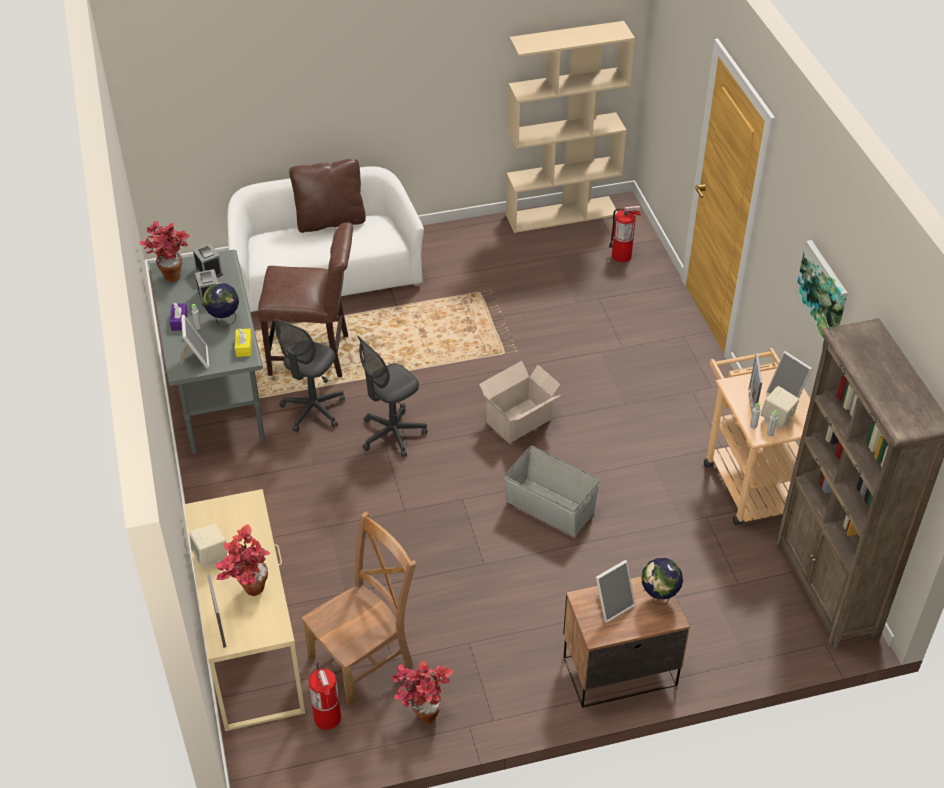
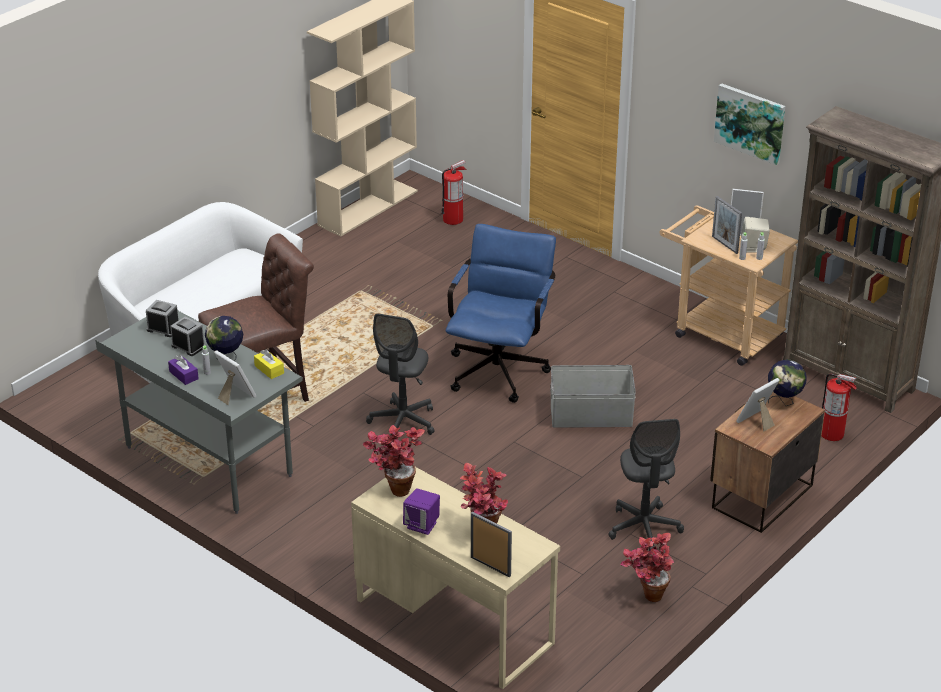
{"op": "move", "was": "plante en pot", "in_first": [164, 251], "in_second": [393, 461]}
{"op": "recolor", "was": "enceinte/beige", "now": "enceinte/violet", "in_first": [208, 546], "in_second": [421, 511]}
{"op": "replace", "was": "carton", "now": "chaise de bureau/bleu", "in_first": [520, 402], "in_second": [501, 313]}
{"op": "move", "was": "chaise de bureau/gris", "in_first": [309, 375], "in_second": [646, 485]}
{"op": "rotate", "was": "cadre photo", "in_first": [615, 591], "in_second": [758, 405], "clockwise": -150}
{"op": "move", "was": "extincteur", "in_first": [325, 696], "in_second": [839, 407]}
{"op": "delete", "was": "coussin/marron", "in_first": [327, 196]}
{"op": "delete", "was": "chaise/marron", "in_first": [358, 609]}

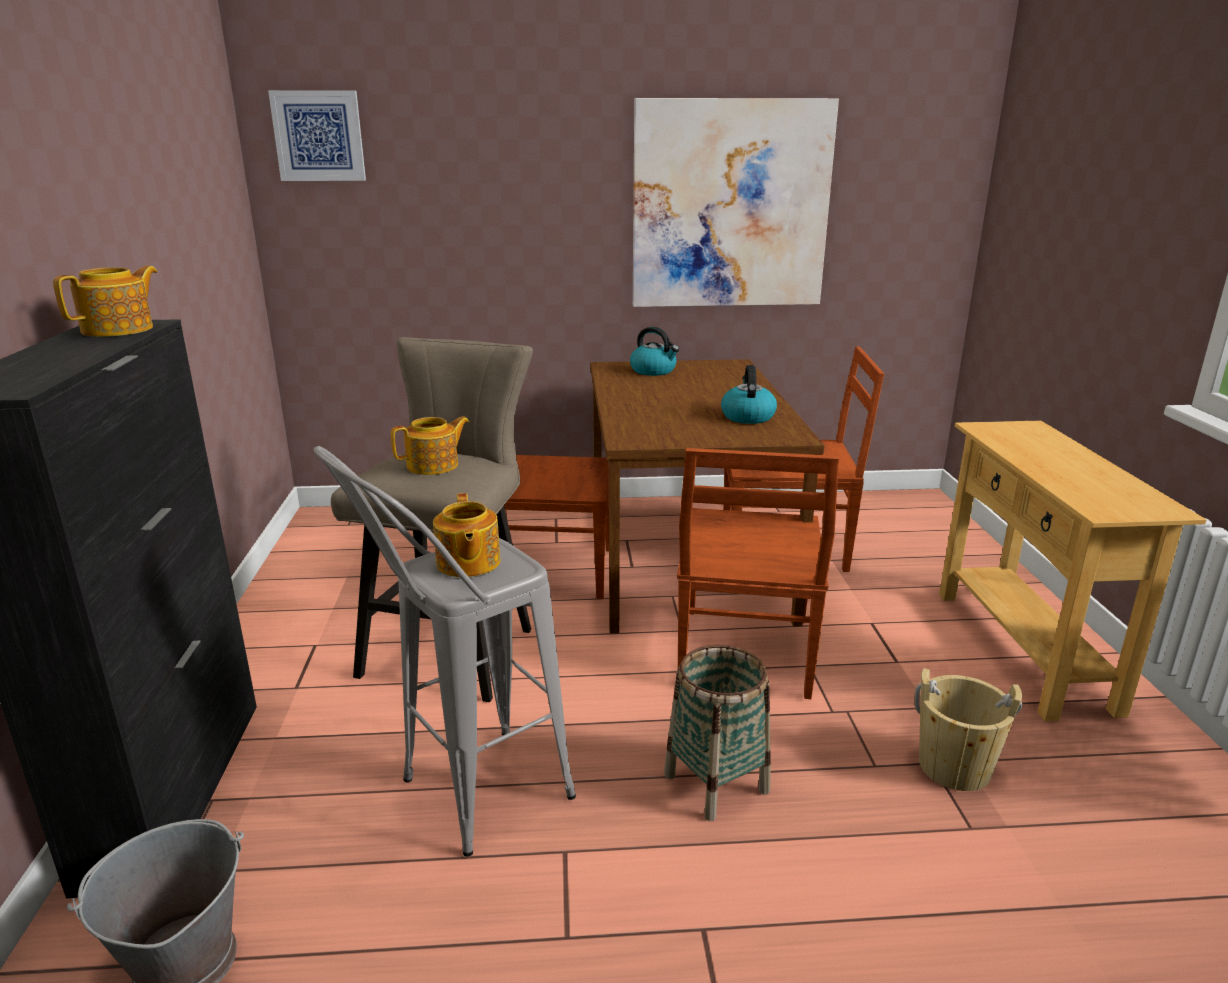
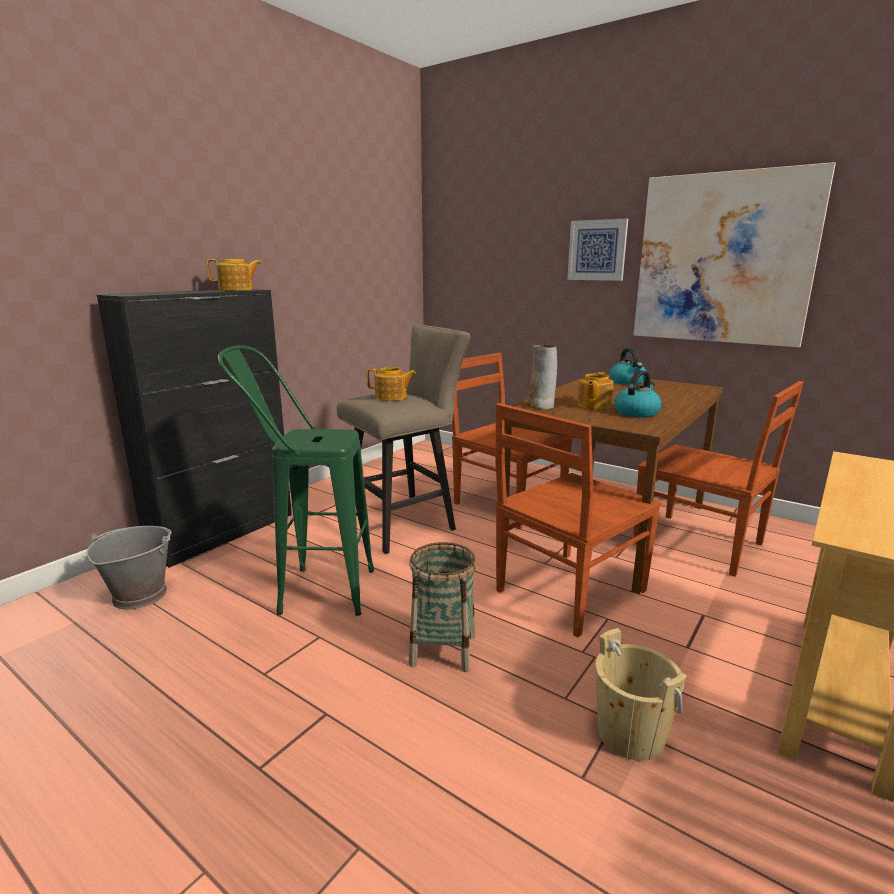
{"op": "recolor", "was": "tabouret/gris", "now": "tabouret/vert", "in_first": [445, 651], "in_second": [296, 481]}
{"op": "insert", "now": "vase", "in_second": [542, 377]}
{"op": "move", "was": "tableau", "in_first": [317, 135], "in_second": [597, 249]}
{"op": "move", "was": "théière", "in_first": [466, 535], "in_second": [595, 390]}

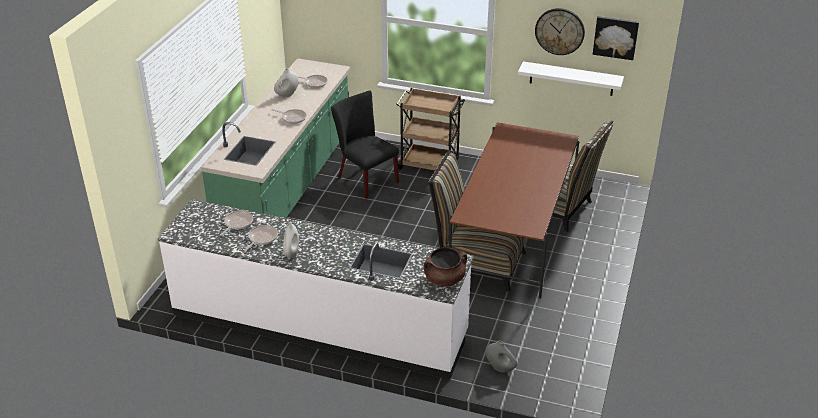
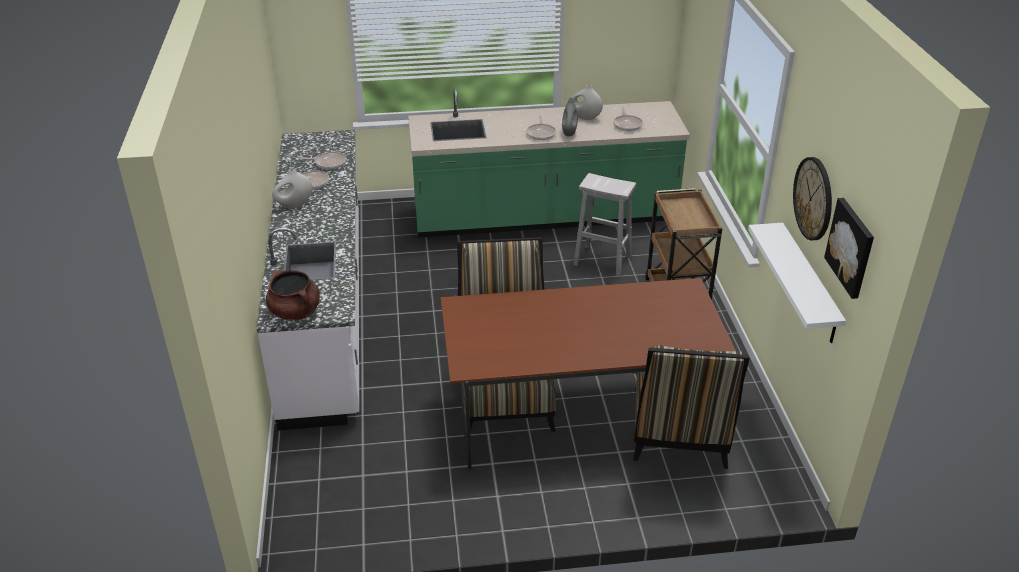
{"op": "move", "was": "vase/gris", "in_first": [501, 357], "in_second": [570, 117]}
{"op": "replace", "was": "chaise/noir", "now": "tabouret/blanc", "in_first": [365, 145], "in_second": [604, 224]}

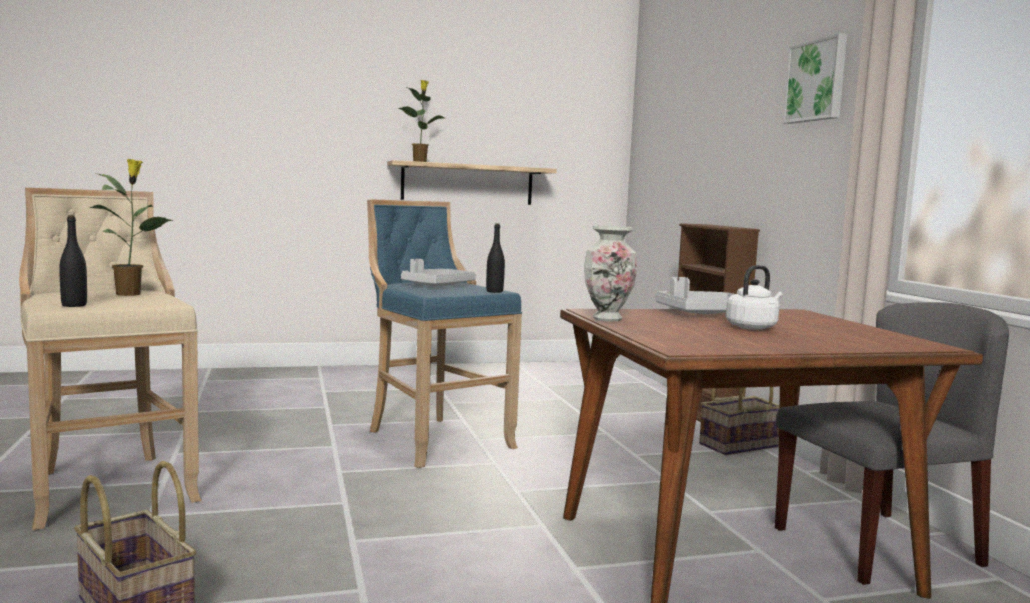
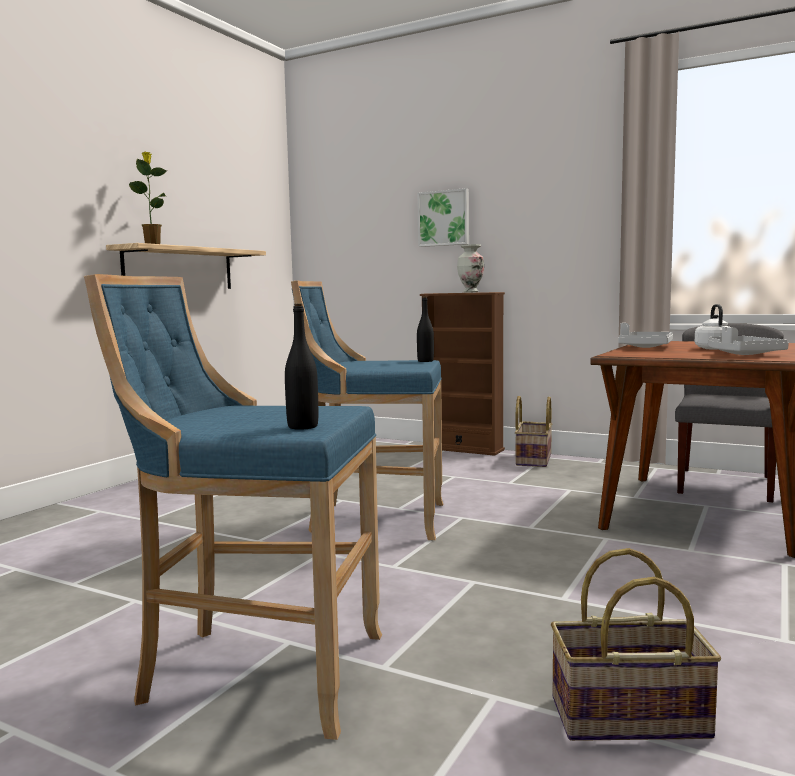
{"op": "recolor", "was": "tabouret/beige", "now": "tabouret/bleu", "in_first": [110, 359], "in_second": [233, 507]}
{"op": "move", "was": "tableau", "in_first": [814, 78], "in_second": [443, 217]}
{"op": "move", "was": "vase", "in_first": [610, 273], "in_second": [470, 268]}
{"op": "move", "was": "plateau/gris", "in_first": [438, 272], "in_second": [748, 341]}
{"op": "delete", "was": "plante en pot", "in_first": [131, 227]}

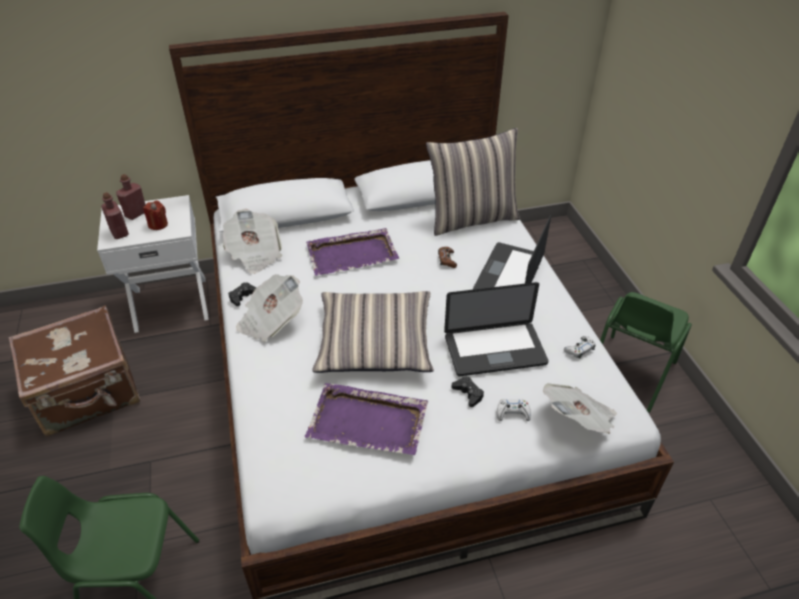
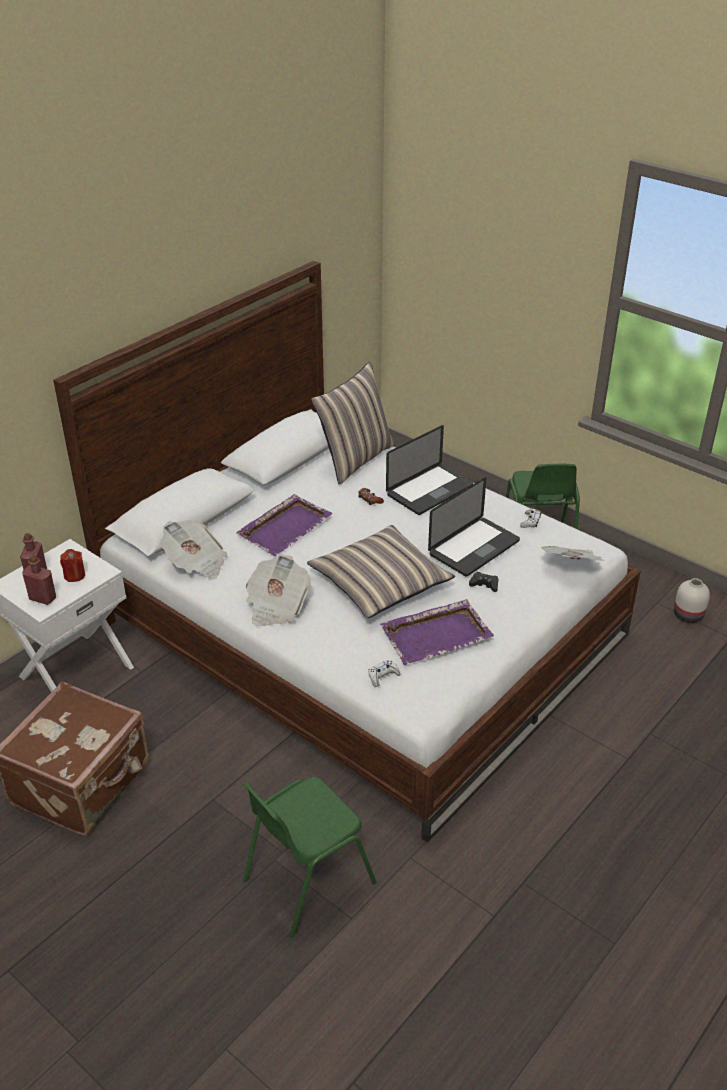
{"op": "move", "was": "manette/blanc", "in_first": [514, 410], "in_second": [384, 673]}
{"op": "rotate", "was": "ordinateur portable", "in_first": [512, 252], "in_second": [429, 470], "clockwise": -120}
{"op": "insert", "now": "vase/blanc", "in_second": [692, 600]}
{"op": "delete", "was": "manette/noir", "in_first": [242, 294]}

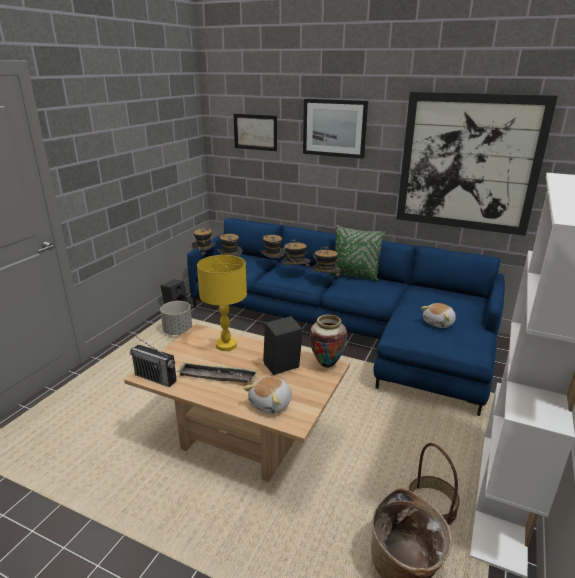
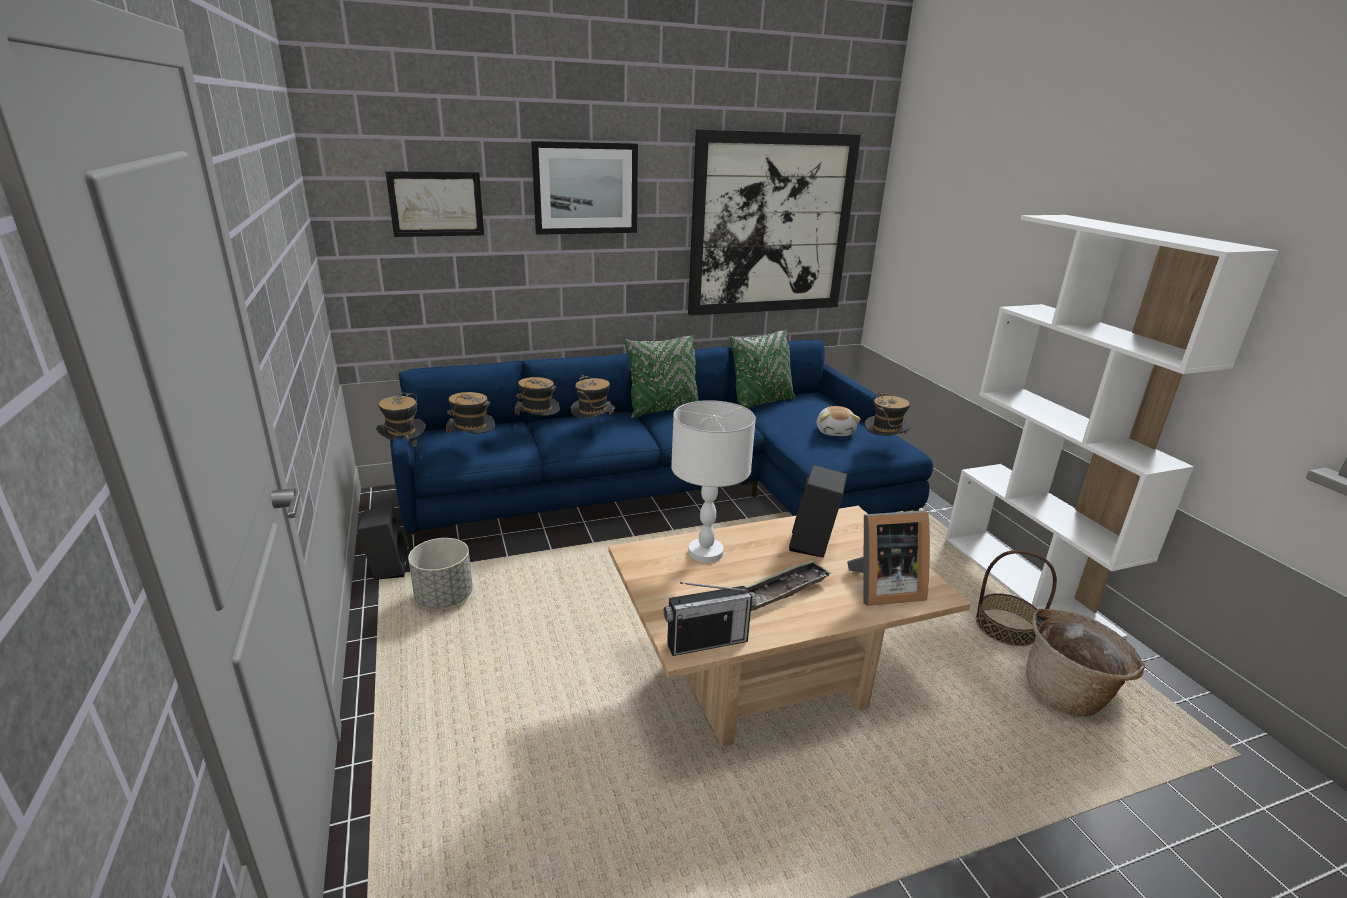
{"op": "recolor", "was": "lampe de table/jaune", "now": "lampe de table/blanc", "in_first": [222, 303], "in_second": [713, 481]}
{"op": "insert", "now": "coussin/vert", "in_second": [762, 369]}
{"op": "replace", "was": "peluche", "now": "cadre photo", "in_first": [267, 395], "in_second": [888, 558]}
{"op": "move", "was": "chapeau", "in_first": [326, 263], "in_second": [887, 416]}
{"op": "delete", "was": "vase", "in_first": [329, 341]}

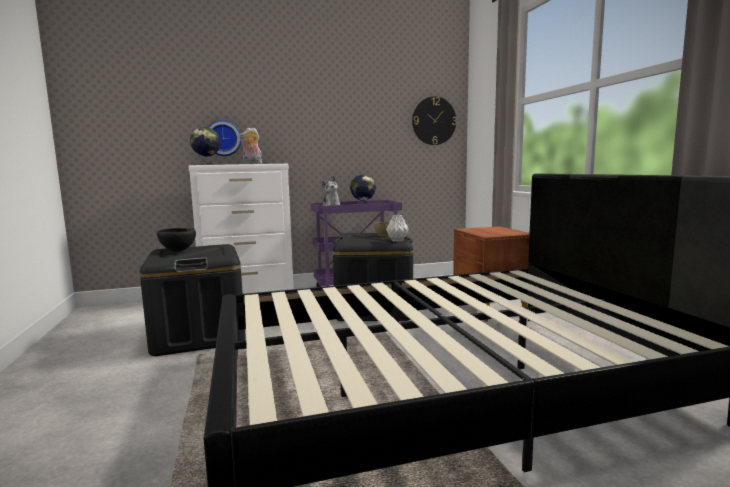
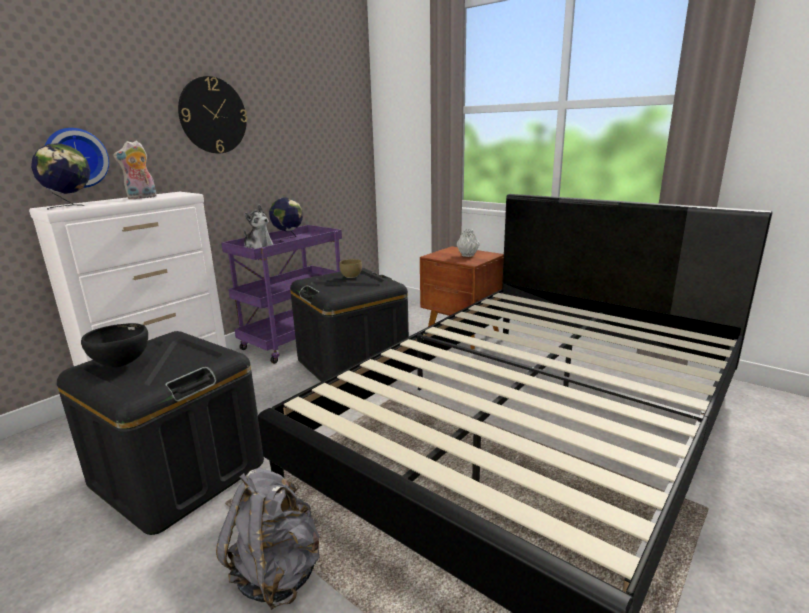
{"op": "move", "was": "horloge murale", "in_first": [434, 120], "in_second": [212, 114]}
{"op": "insert", "now": "sac à dos/gris", "in_second": [268, 539]}
{"op": "move", "was": "vase/gris", "in_first": [397, 228], "in_second": [468, 243]}

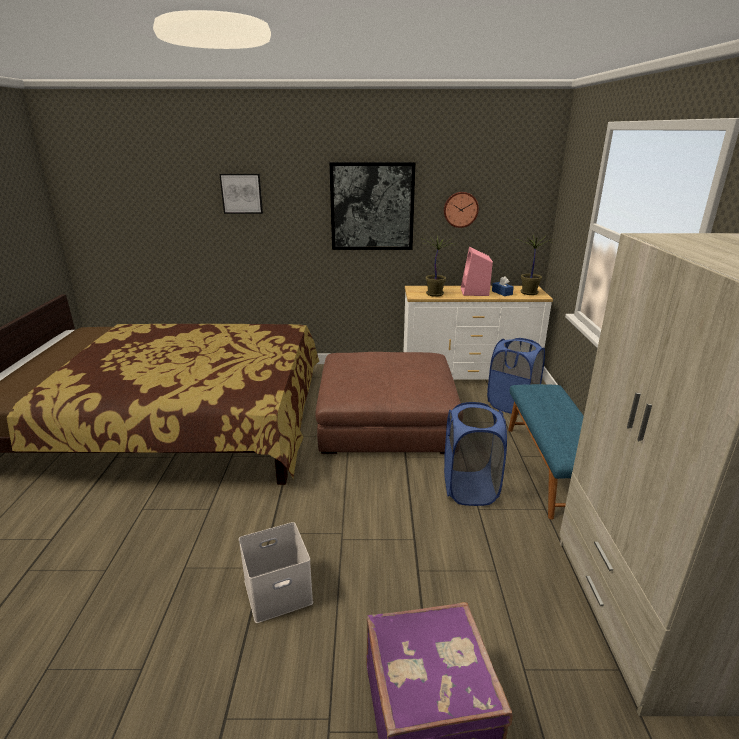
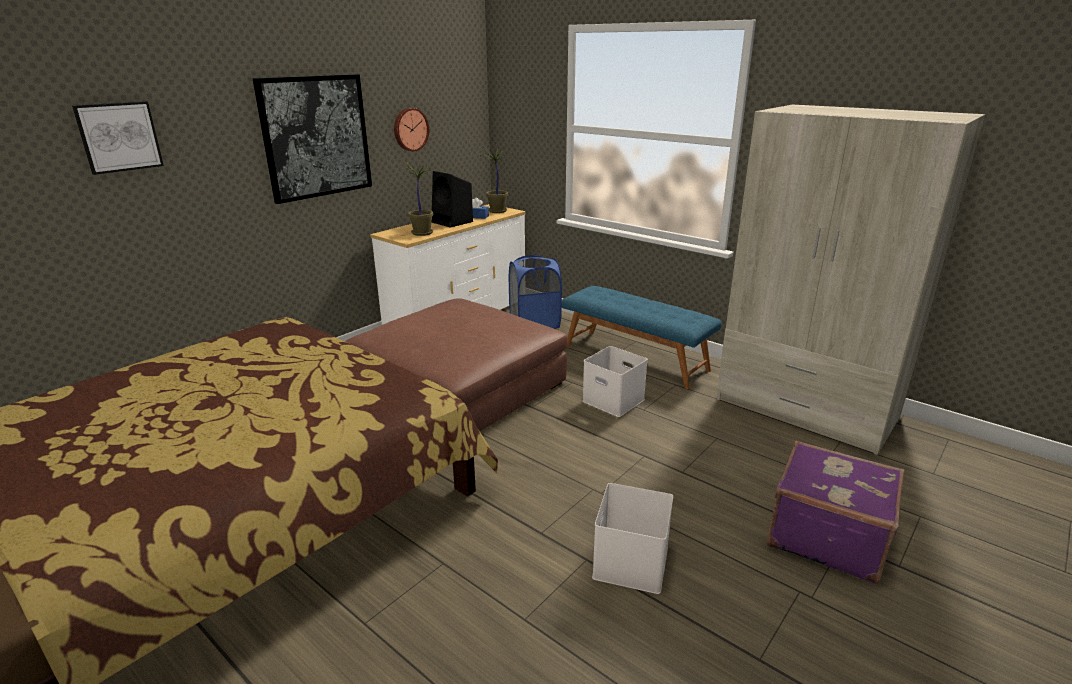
{"op": "recolor", "was": "enceinte/rose", "now": "enceinte/noir", "in_first": [477, 271], "in_second": [452, 199]}
{"op": "replace", "was": "panier à linge/bleu", "now": "boîte de rangement/blanc", "in_first": [475, 454], "in_second": [615, 381]}

